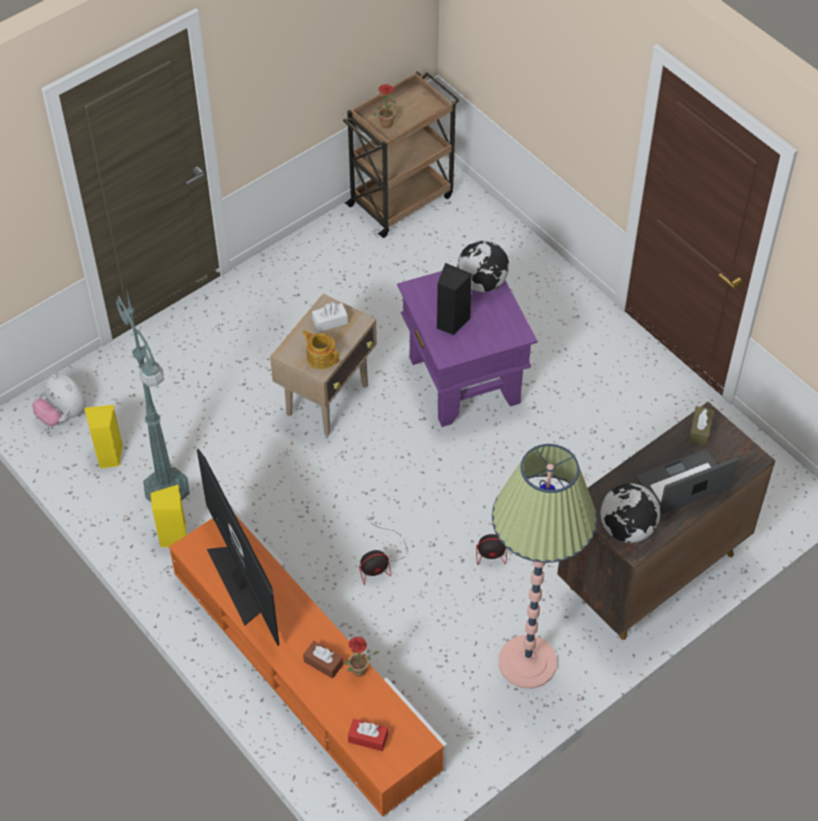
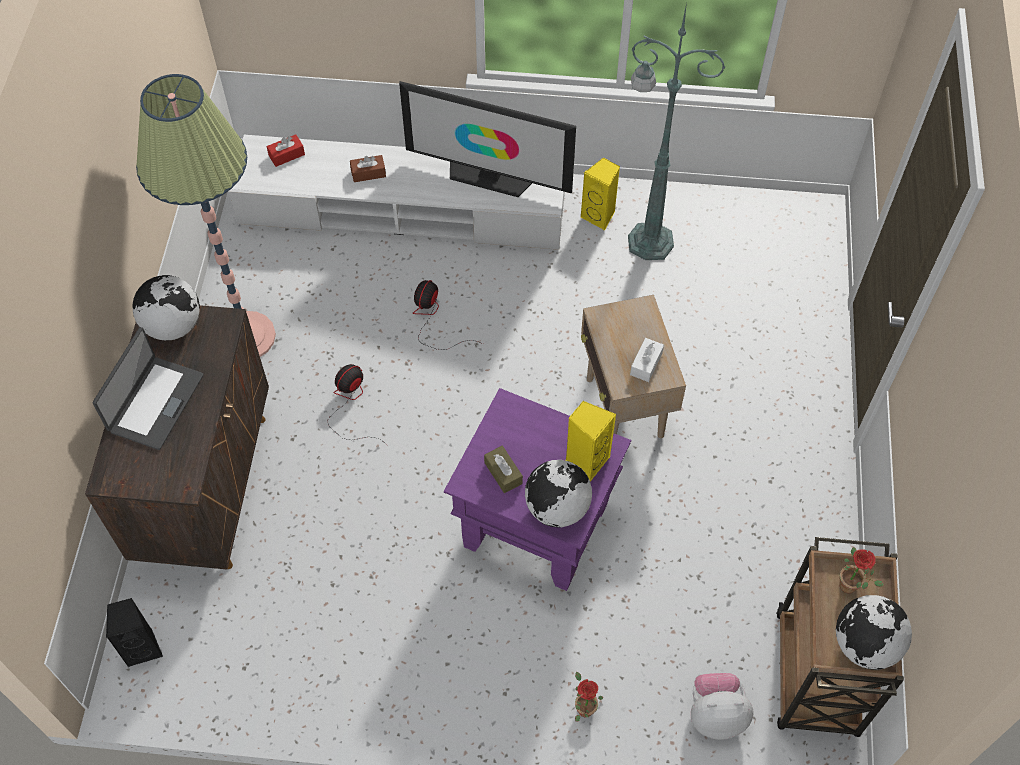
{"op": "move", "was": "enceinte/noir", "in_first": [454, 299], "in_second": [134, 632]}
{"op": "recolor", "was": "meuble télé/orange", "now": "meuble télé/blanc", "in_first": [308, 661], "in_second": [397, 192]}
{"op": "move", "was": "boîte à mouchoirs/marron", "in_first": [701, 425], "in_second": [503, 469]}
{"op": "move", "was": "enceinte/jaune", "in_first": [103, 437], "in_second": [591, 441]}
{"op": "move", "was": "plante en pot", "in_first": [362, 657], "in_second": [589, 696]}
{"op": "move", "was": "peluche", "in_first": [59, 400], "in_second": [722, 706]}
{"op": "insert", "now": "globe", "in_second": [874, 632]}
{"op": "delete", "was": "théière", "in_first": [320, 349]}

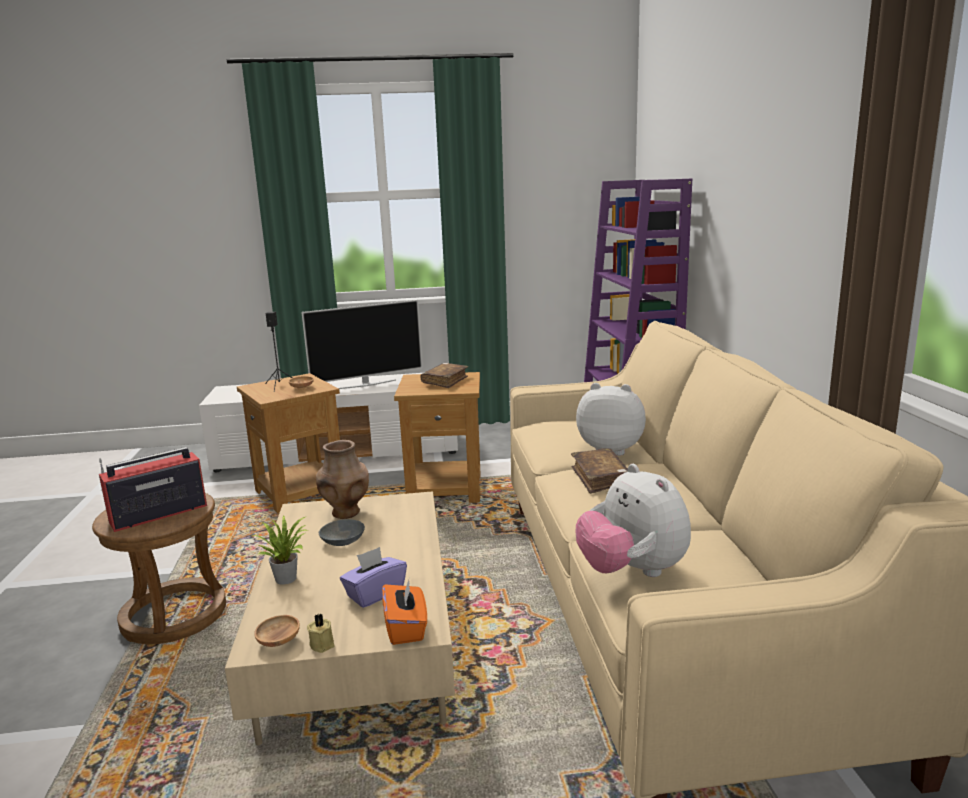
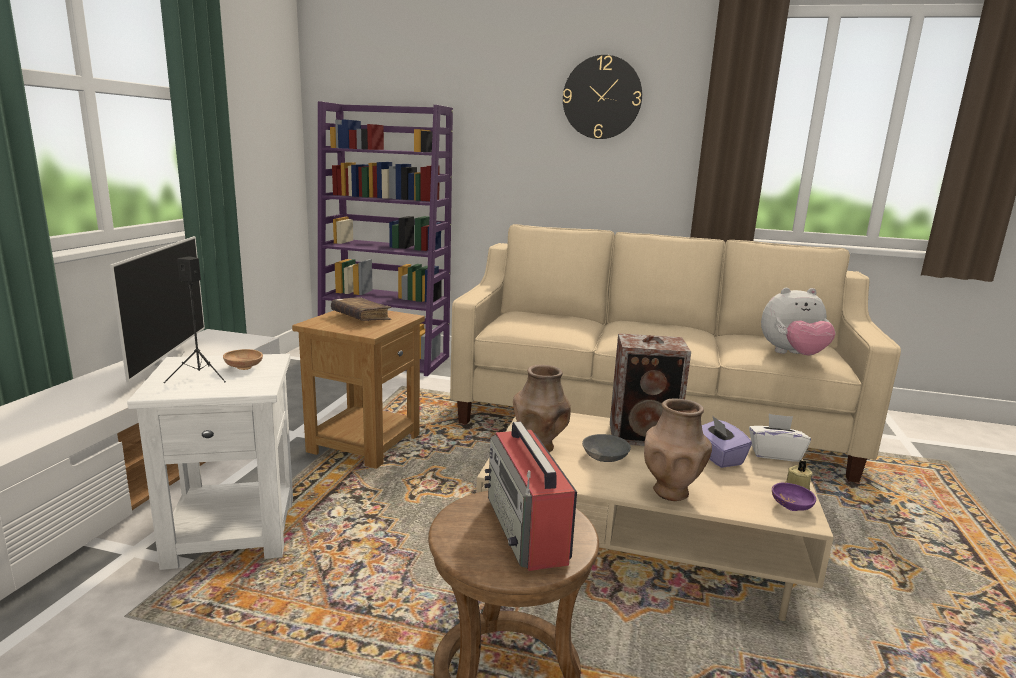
{"op": "recolor", "was": "table d'appoint/marron", "now": "table d'appoint/blanc", "in_first": [288, 443], "in_second": [210, 462]}
{"op": "insert", "now": "horloge murale", "in_second": [602, 97]}
{"op": "insert", "now": "enceinte", "in_second": [650, 389]}
{"op": "replace", "was": "plante en pot", "now": "vase/marron", "in_first": [280, 550], "in_second": [678, 449]}
{"op": "recolor", "was": "boîte à mouchoirs/orange", "now": "boîte à mouchoirs/blanc", "in_first": [404, 612], "in_second": [780, 438]}
{"op": "recolor", "was": "bol/marron", "now": "bol/violet", "in_first": [277, 631], "in_second": [794, 497]}
{"op": "delete", "was": "livre/marron", "in_first": [599, 471]}
{"op": "delete", "was": "peluche", "in_first": [611, 419]}

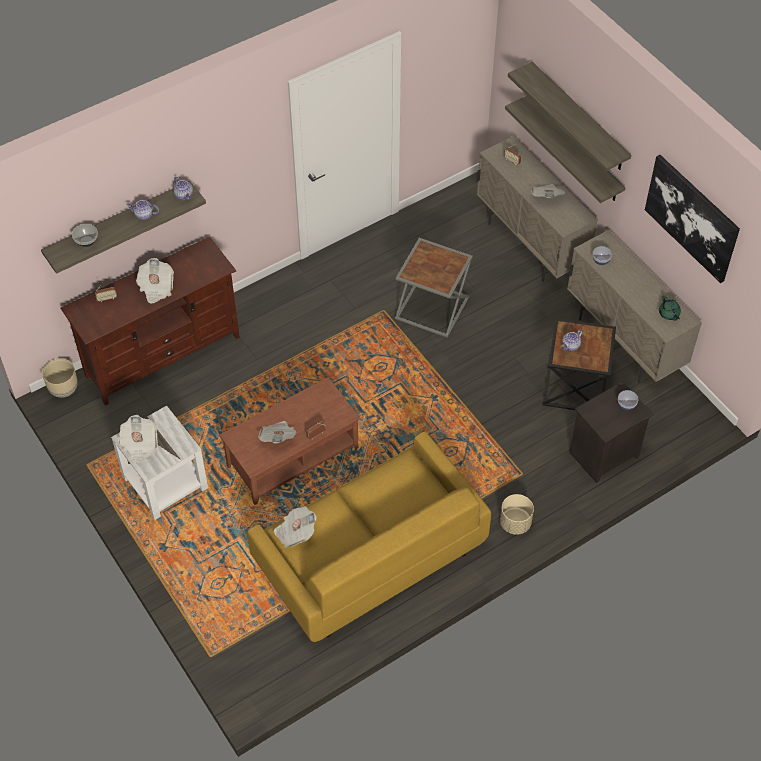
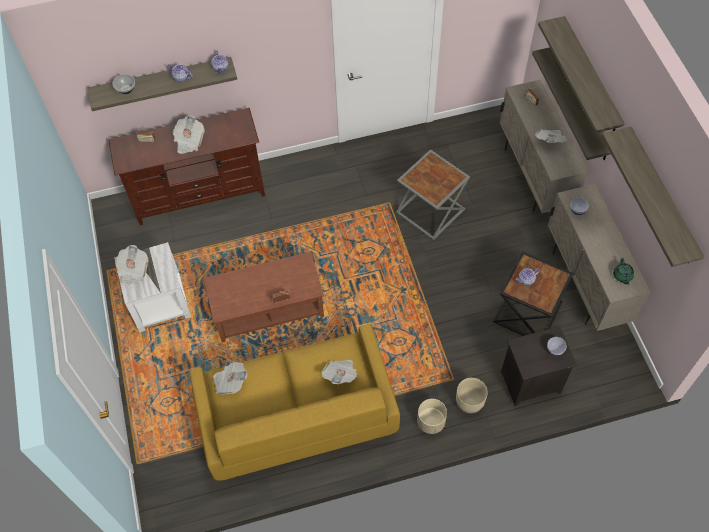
{"op": "move", "was": "journal", "in_first": [277, 432], "in_second": [339, 372]}
{"op": "move", "was": "cache-pot/beige", "in_first": [60, 378], "in_second": [472, 395]}
{"op": "replace", "was": "tableau", "now": "étagère", "in_first": [692, 219], "in_second": [653, 197]}

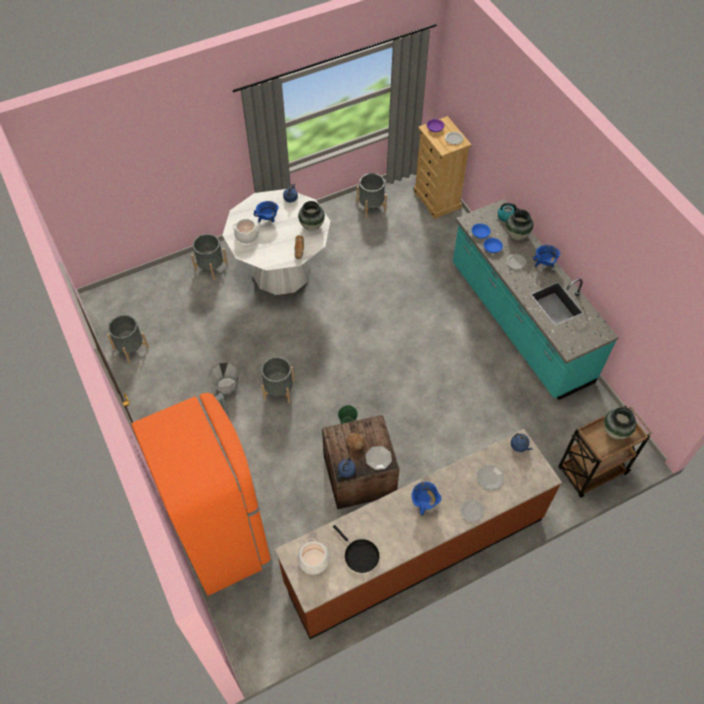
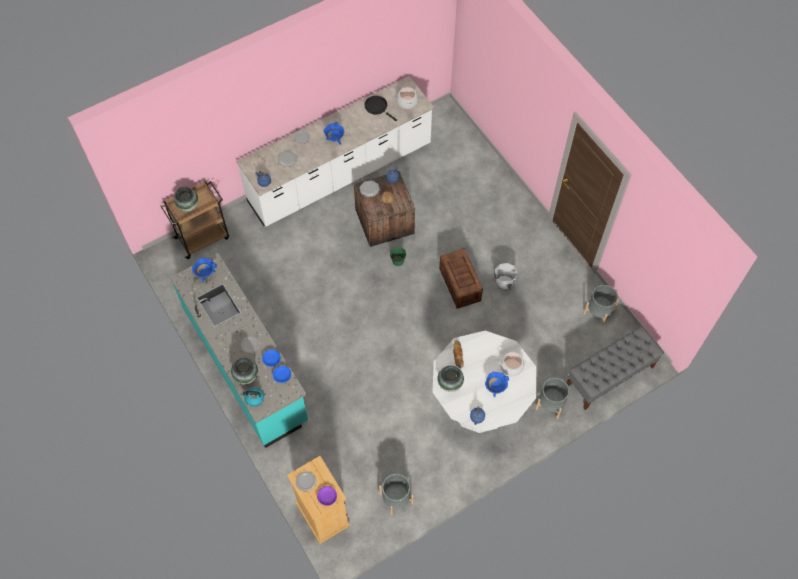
{"op": "move", "was": "marmite/bleu", "in_first": [546, 256], "in_second": [204, 270]}
{"op": "recolor", "was": "comptoir de cuisine/marron", "now": "comptoir de cuisine/blanc", "in_first": [418, 534], "in_second": [335, 151]}
{"op": "replace", "was": "cache-pot/gris", "now": "caisse", "in_first": [277, 380], "in_second": [461, 278]}
{"op": "insert", "now": "banc/gris", "in_second": [615, 368]}
{"op": "delete", "was": "réfrigérateur/orange", "in_first": [202, 494]}

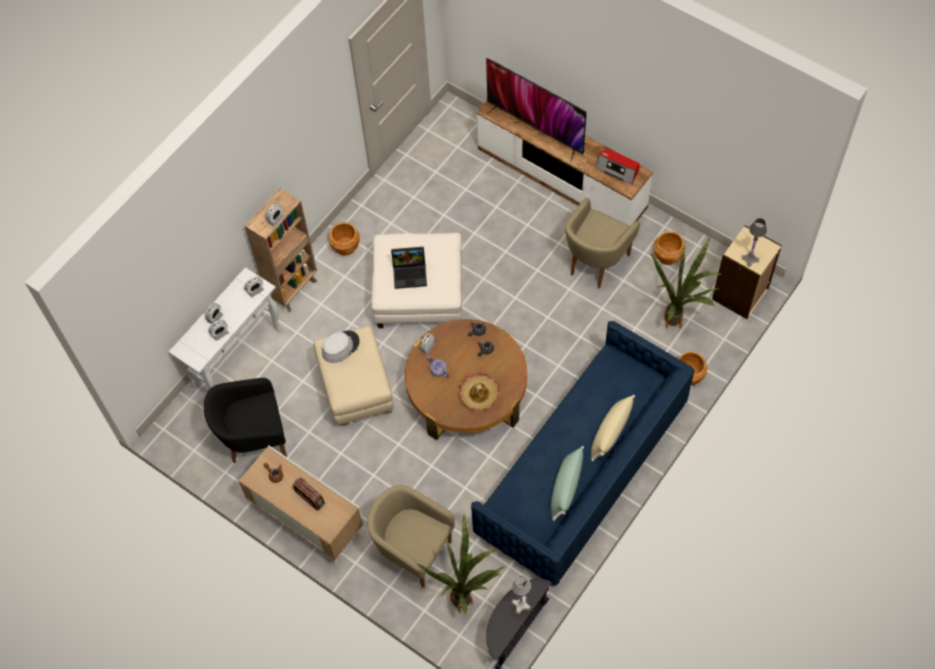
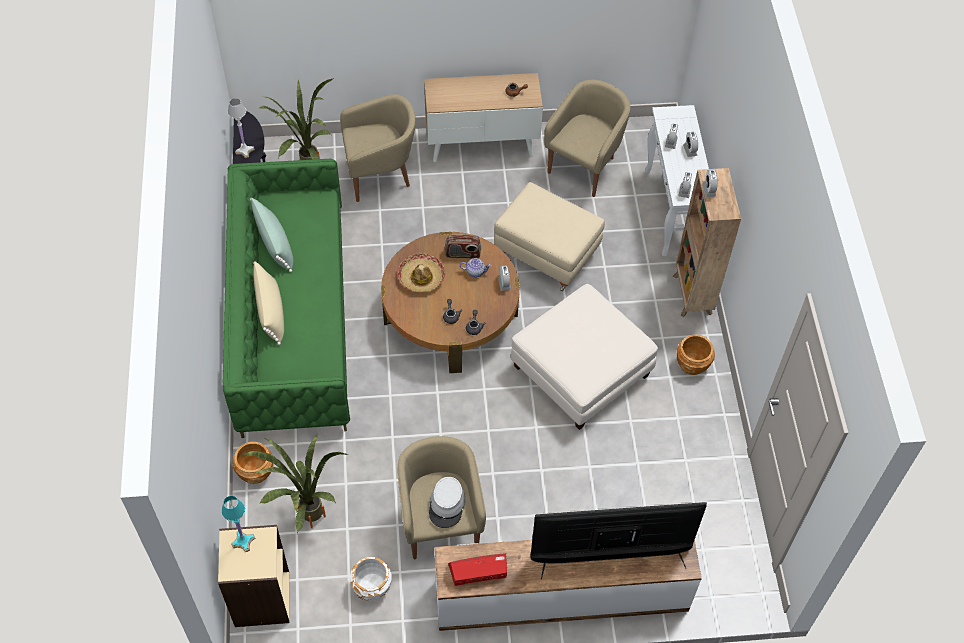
{"op": "recolor", "was": "lampe de table/gris", "now": "lampe de table/turquoise", "in_first": [754, 242], "in_second": [238, 524]}
{"op": "recolor", "was": "canapé/bleu", "now": "canapé/vert", "in_first": [582, 453], "in_second": [286, 298]}
{"op": "recolor", "was": "cache-pot/marron", "now": "cache-pot/blanc", "in_first": [669, 248], "in_second": [371, 579]}
{"op": "move", "was": "chapeau/gris", "in_first": [341, 346], "in_second": [447, 502]}
{"op": "move", "was": "radio", "in_first": [309, 494], "in_second": [463, 246]}
{"op": "recolor", "was": "fauteuil/noir", "now": "fauteuil/beige", "in_first": [245, 420], "in_second": [587, 138]}
{"op": "delete", "was": "ordinateur portable", "in_first": [409, 268]}

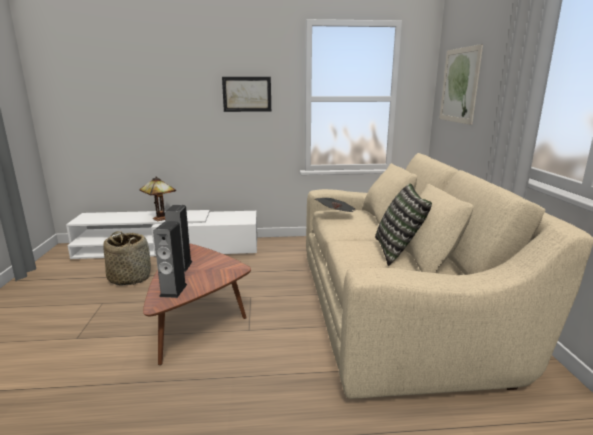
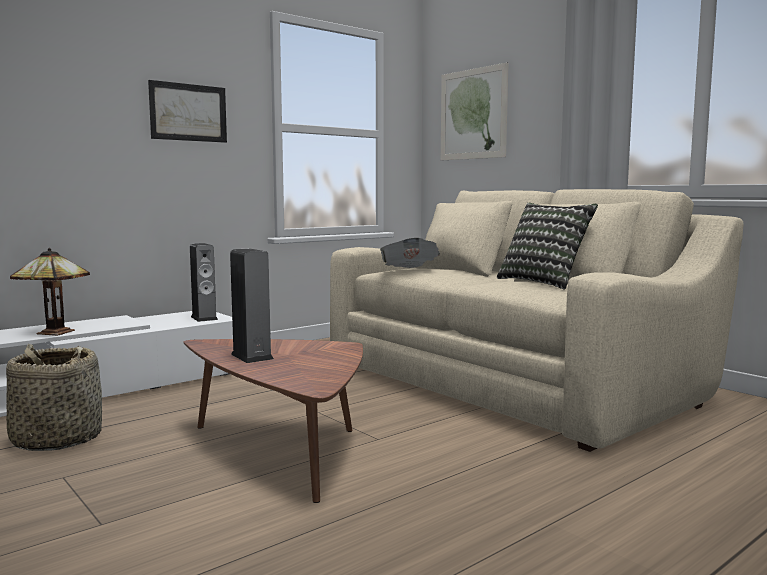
{"op": "move", "was": "enceinte", "in_first": [170, 259], "in_second": [204, 282]}

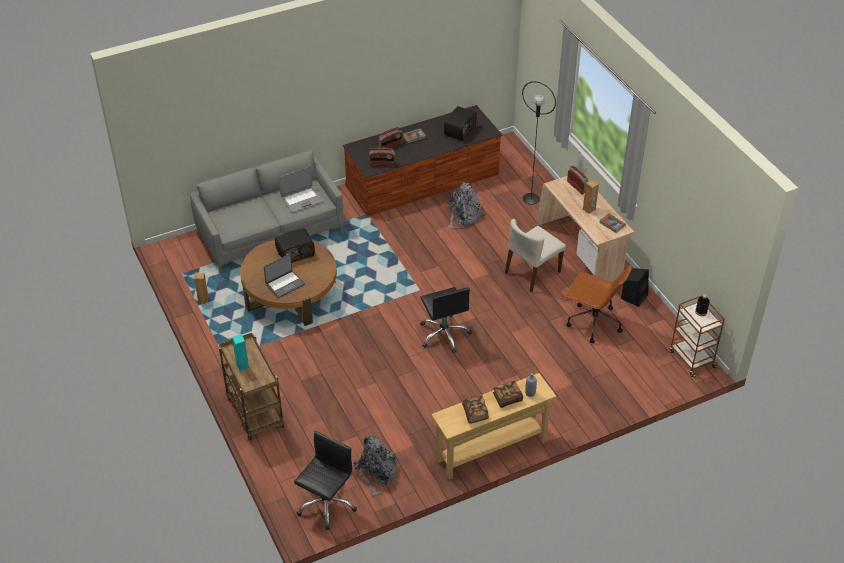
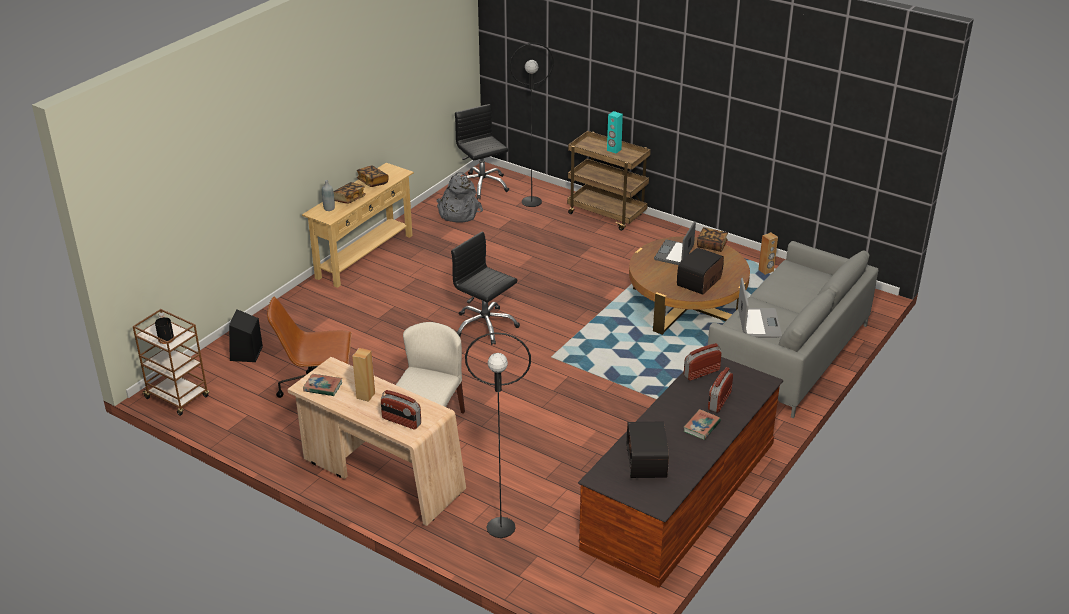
{"op": "move", "was": "enceinte/noir", "in_first": [635, 287], "in_second": [246, 335]}
{"op": "rotate", "was": "chaise de bureau/noir", "in_first": [325, 480], "in_second": [482, 151], "clockwise": 150}
{"op": "insert", "now": "lampadaire/noir", "in_second": [532, 125]}
{"op": "insert", "now": "livre", "in_second": [712, 239]}
{"op": "rotate", "was": "ordinateur portable", "in_first": [301, 190], "in_second": [760, 308], "clockwise": 150}
{"op": "delete", "was": "sac à dos/gris", "in_first": [465, 205]}

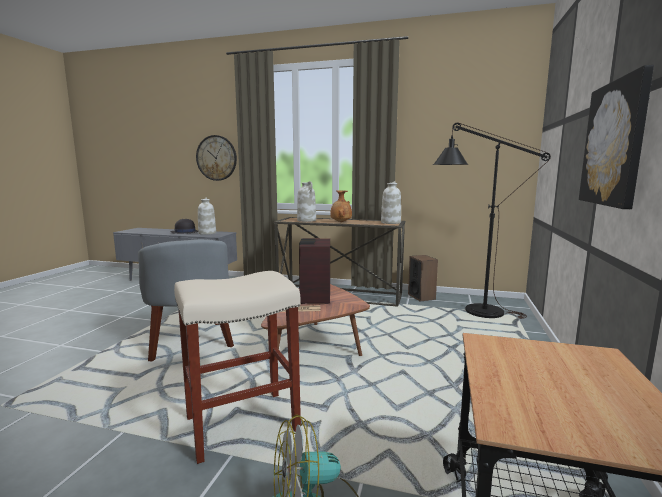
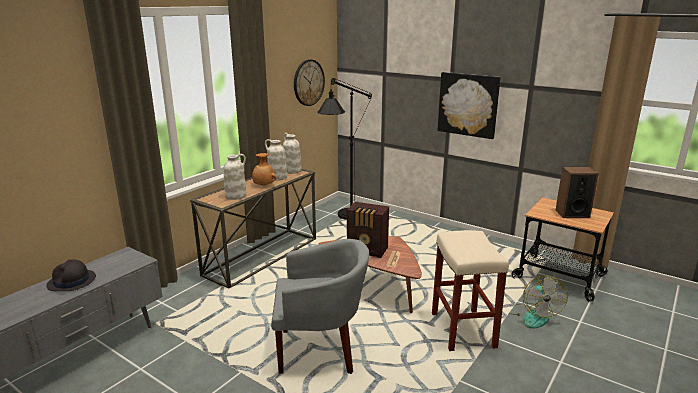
{"op": "move", "was": "vase/blanc", "in_first": [207, 216], "in_second": [276, 160]}
{"op": "move", "was": "horloge murale", "in_first": [216, 158], "in_second": [309, 82]}
{"op": "move", "was": "enceinte", "in_first": [423, 278], "in_second": [577, 192]}

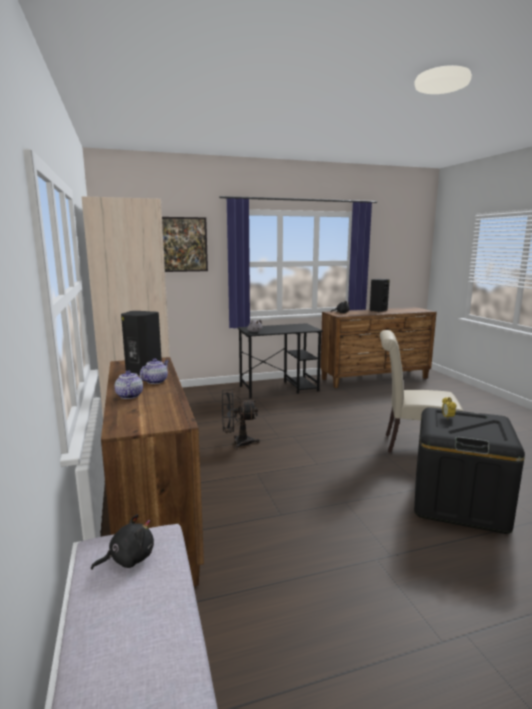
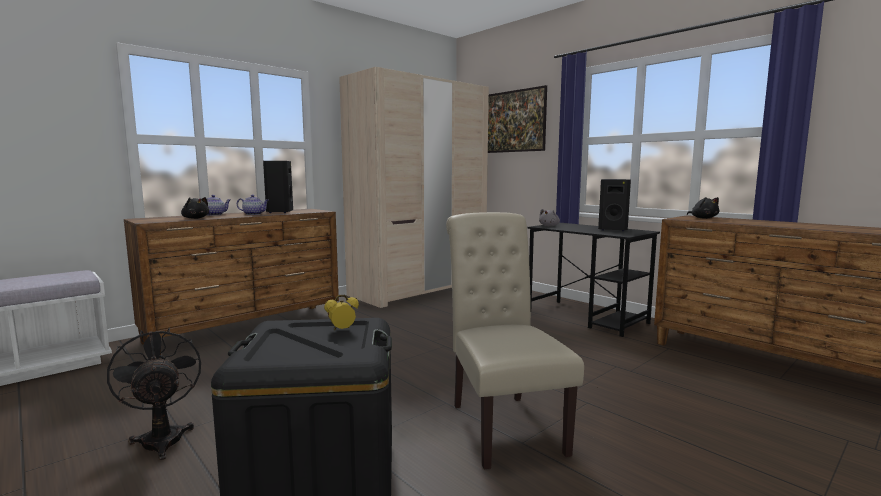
{"op": "move", "was": "ventilateur/noir", "in_first": [241, 419], "in_second": [154, 394]}
{"op": "move", "was": "peluche/noir", "in_first": [122, 542], "in_second": [195, 208]}
{"op": "move", "was": "enceinte/noir", "in_first": [380, 295], "in_second": [614, 205]}

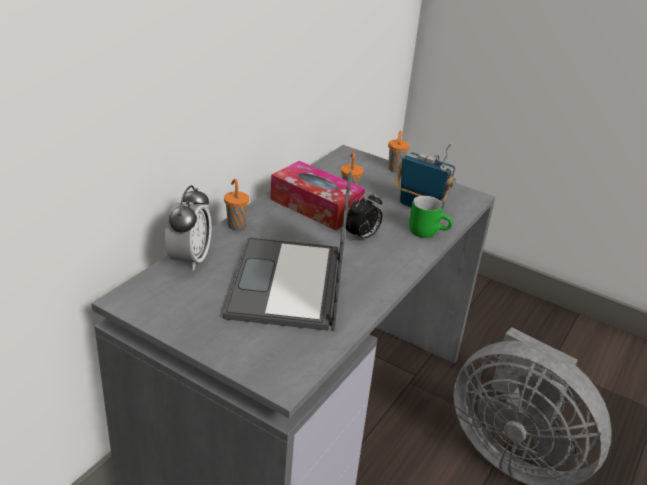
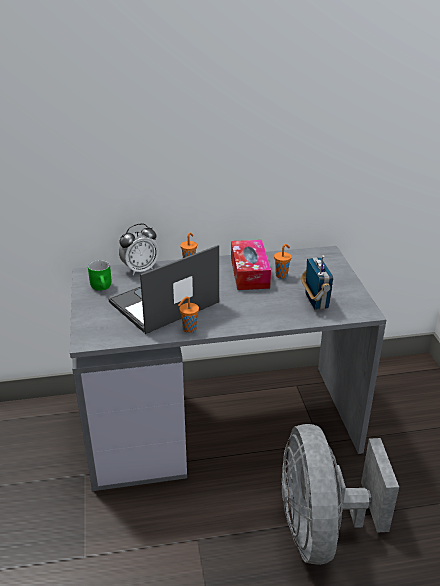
{"op": "move", "was": "mug/vert", "in_first": [431, 217], "in_second": [99, 275]}
{"op": "move", "was": "tasse/orange", "in_first": [399, 151], "in_second": [188, 314]}
{"op": "delete", "was": "réveil", "in_first": [364, 216]}

